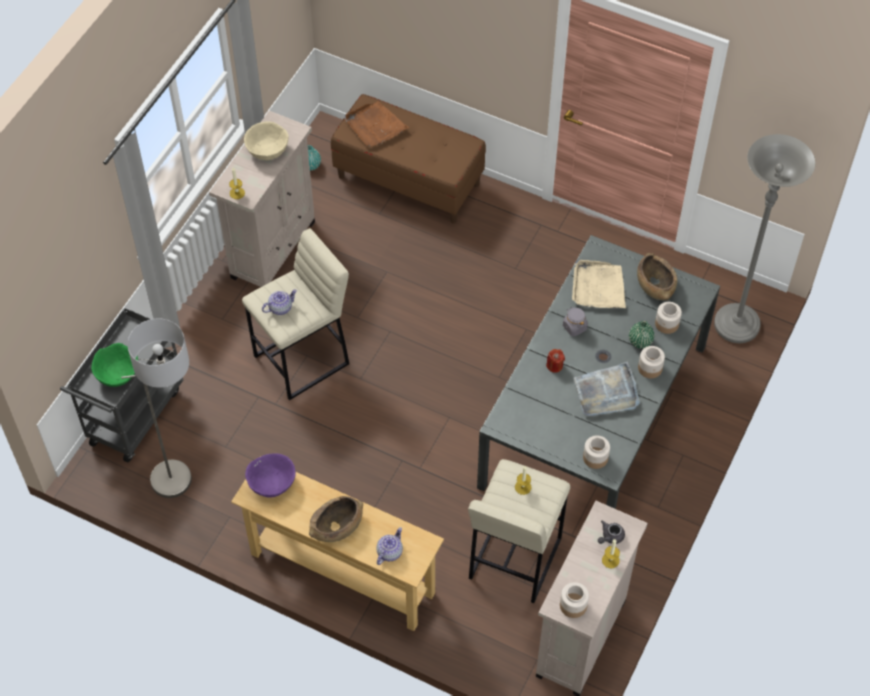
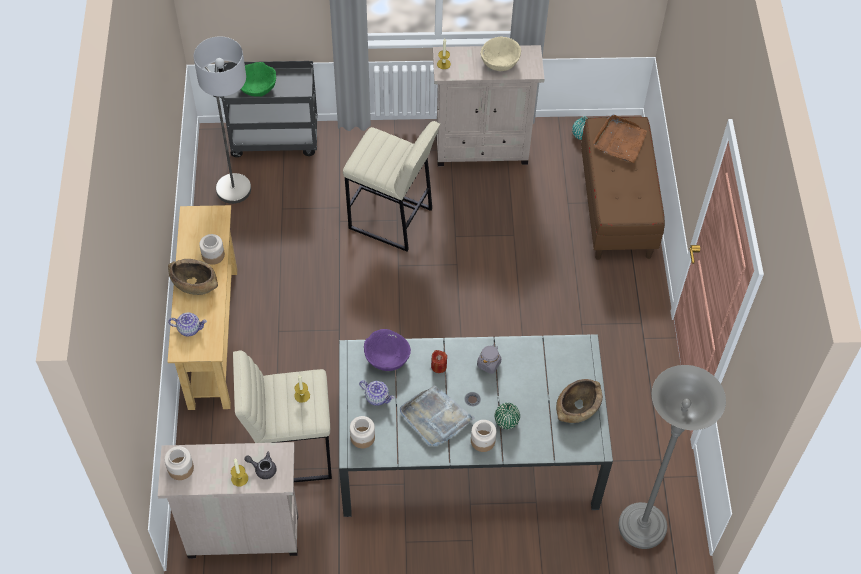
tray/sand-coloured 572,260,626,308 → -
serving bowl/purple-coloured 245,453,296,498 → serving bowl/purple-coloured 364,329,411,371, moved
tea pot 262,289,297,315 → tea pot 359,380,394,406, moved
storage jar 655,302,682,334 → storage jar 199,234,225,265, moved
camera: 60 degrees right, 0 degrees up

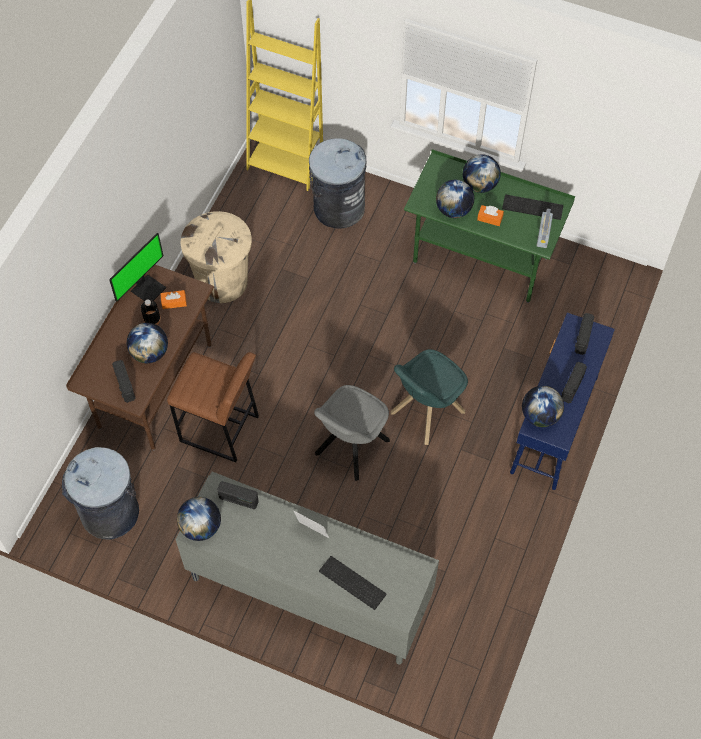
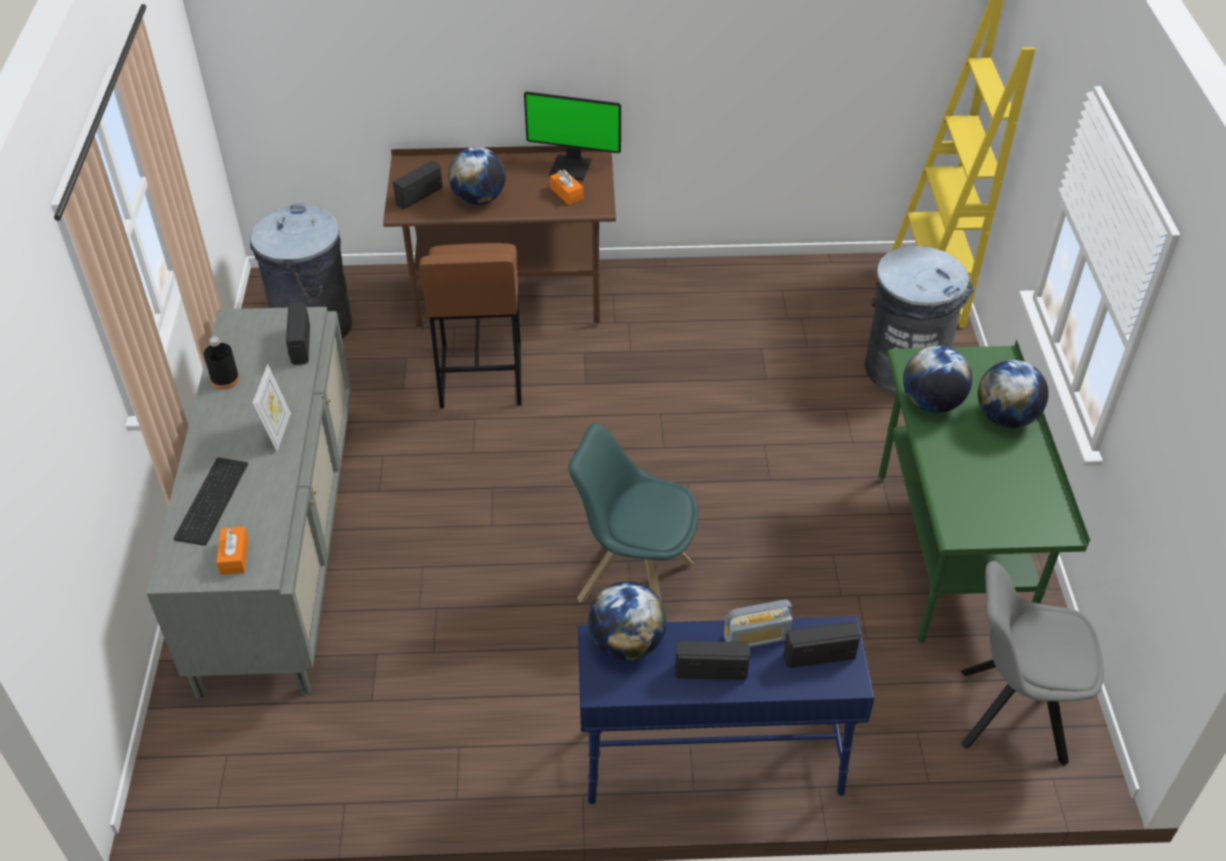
globe 177,497,221,541 → -
rubbish bin/sand-coloured 181,211,252,303 → -
computer keyboard 502,195,564,220 → -
bottle/blackish 141,299,161,325 → bottle/blackish 204,337,240,390, moved
chair/greyish 314,385,390,481 → chair/greyish 961,561,1104,766, moved
box of tissues/orange 477,205,504,226 → box of tissues/orange 216,526,248,575, moved
radio receiver 537,208,553,248 → radio receiver 724,600,793,647, moved
camera: 65 degrees right, 15 degrees down

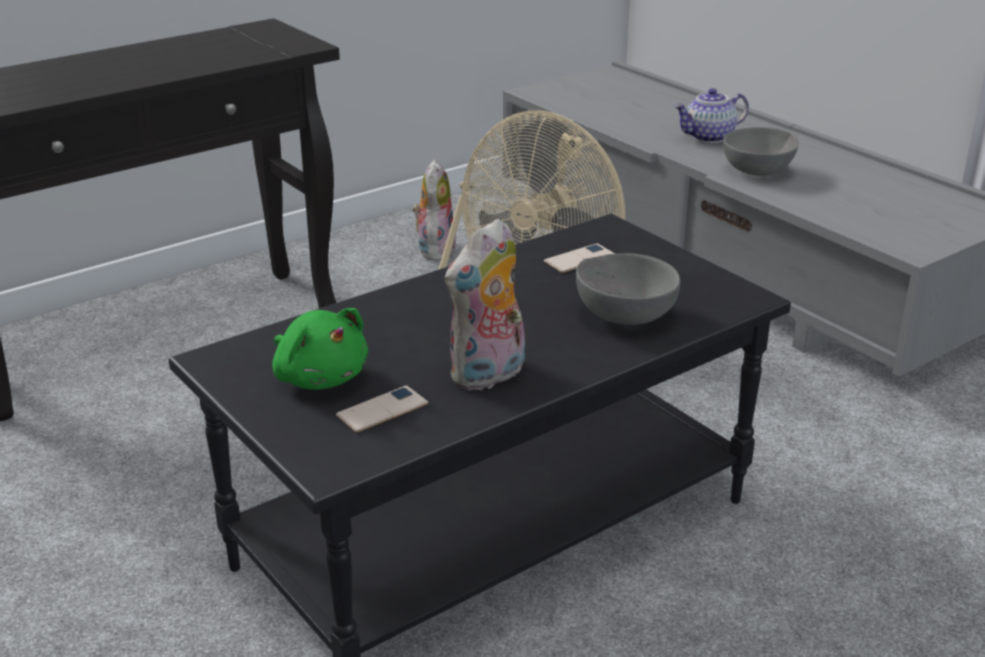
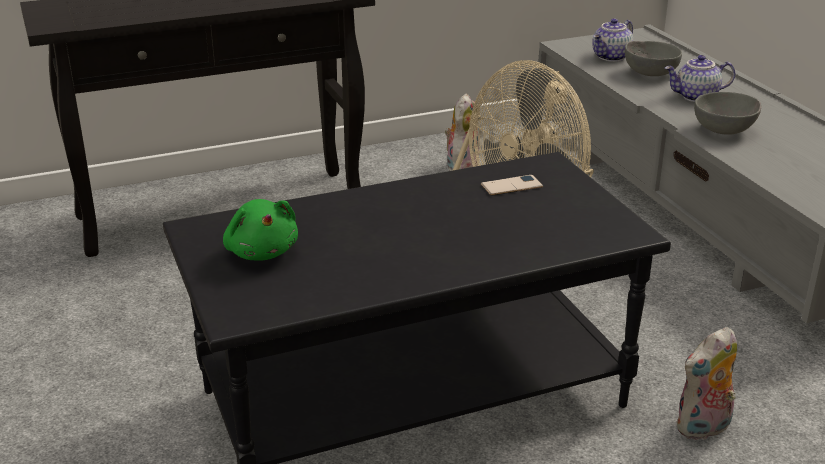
telephone 336,386,429,433 → -
- → tea pot 592,18,633,62
plush toy 445,219,525,391 → plush toy 676,327,737,440, moved
serving bowl/greyish 576,253,680,325 → serving bowl/greyish 625,41,682,76, moved
camera: 15 degrees right, 0 degrees up

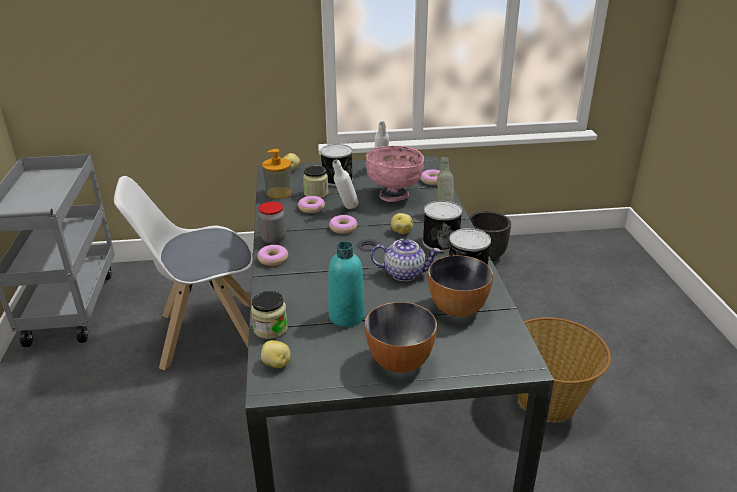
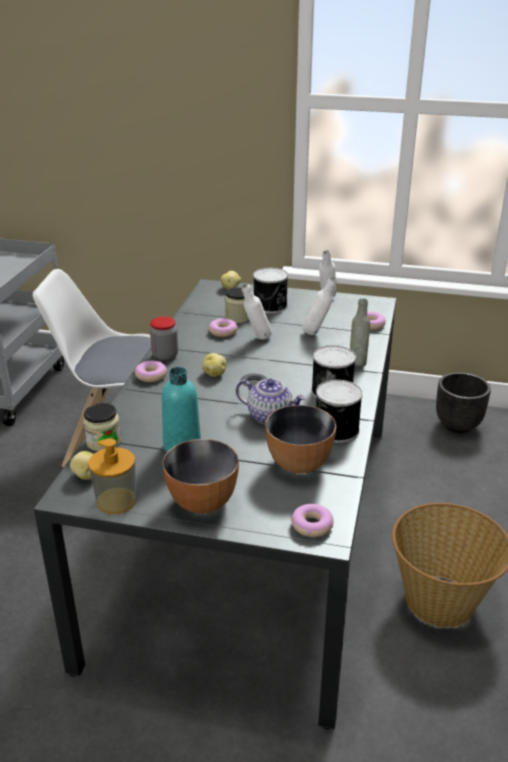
soap bottle 262,149,291,199 → soap bottle 88,439,136,514, moved
ring doughnut 329,215,358,234 → ring doughnut 291,504,334,537, moved
whole potato 391,213,413,234 → whole potato 202,353,227,377, moved
serving bowl/pinkish 366,146,424,202 → bottle/whitish 302,277,337,335
camera: 20 degrees right, 0 degrees up

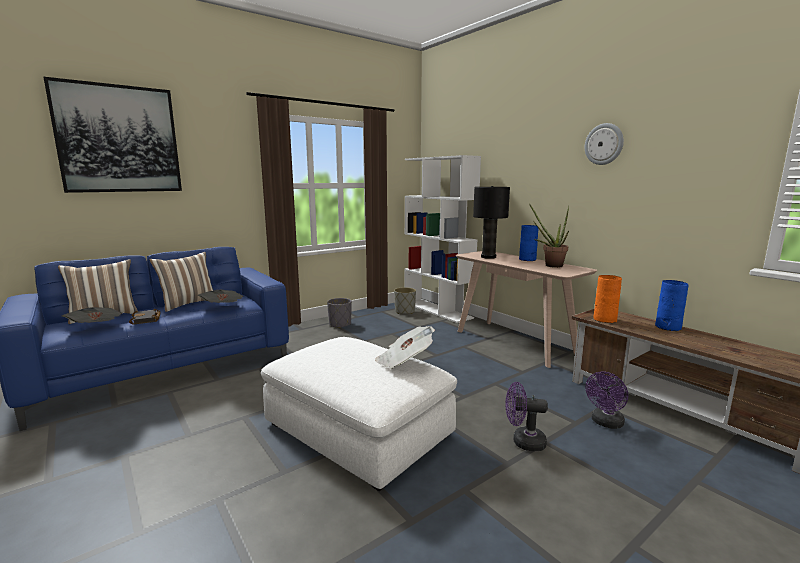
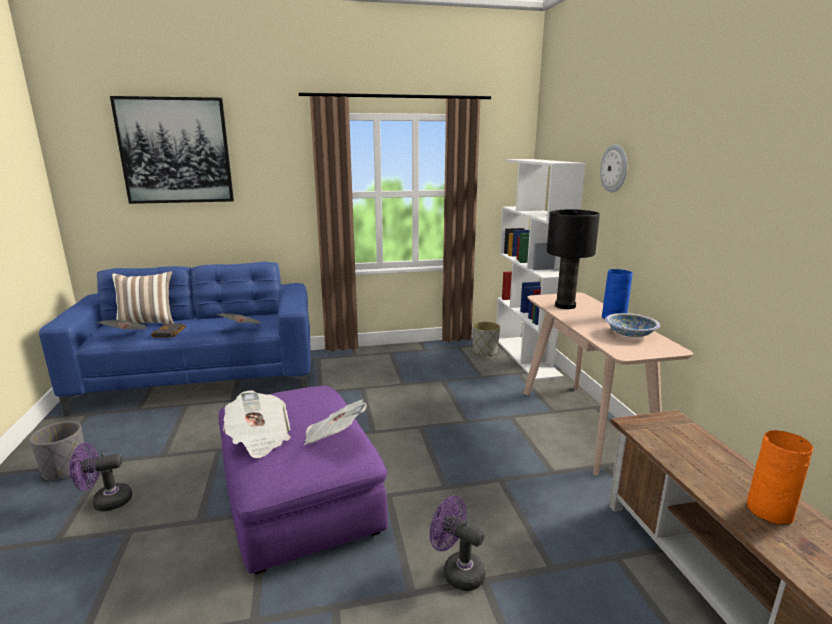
pillow 150,252,213,312 → -
vase/bluish 655,280,688,331 → -
- → daily paper 223,390,291,458
plant pot/greyish 327,298,352,328 → plant pot/greyish 29,421,85,481, moved
hanging clock 585,123,624,165 → hanging clock 600,144,627,193, moved
electric fan/purple-coloured 586,371,628,429 → electric fan/purple-coloured 70,443,132,512, moved
vase/orange 594,275,622,323 → vase/orange 747,430,813,525, moved
plant in a pot 529,203,569,268 → serving bowl 605,313,660,337
footrest/whitish 261,337,457,491 → footrest/purple-coloured 218,386,388,574
camera: 25 degrees right, 5 degrees up

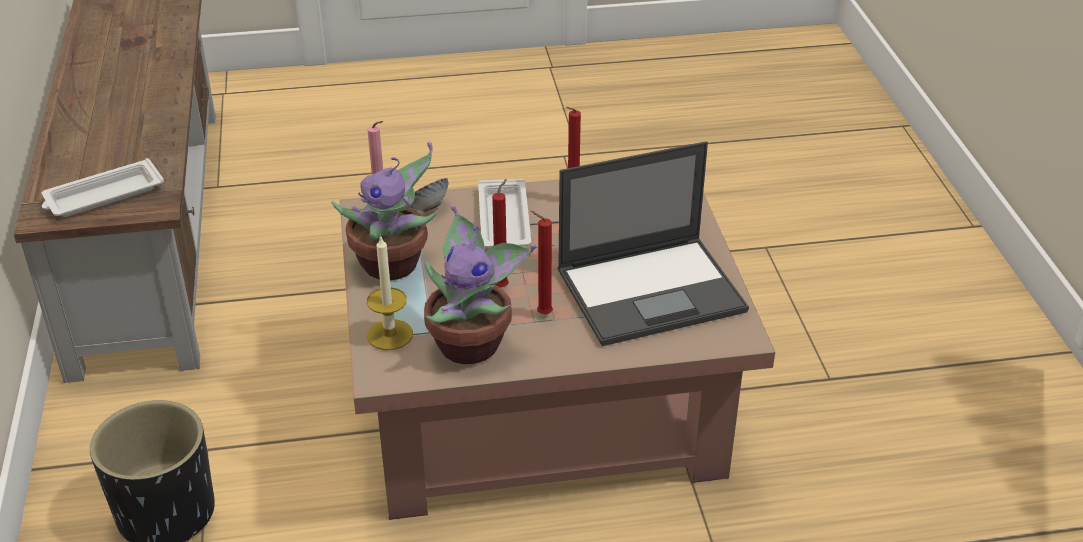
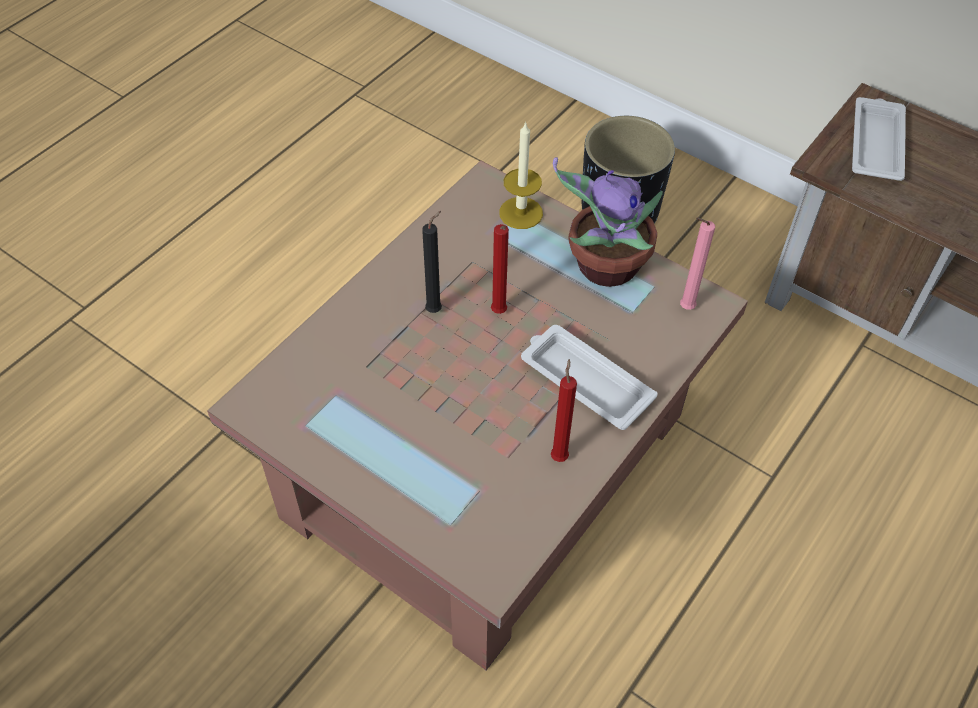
serving bowl 410,178,448,212 → -
plant in a pot 424,205,536,364 → -
notebook computer 557,141,749,346 → -
candle/red-coloured 531,211,553,314 → candle/blackish 422,211,442,313
camera: 135 degrees right, 15 degrees up

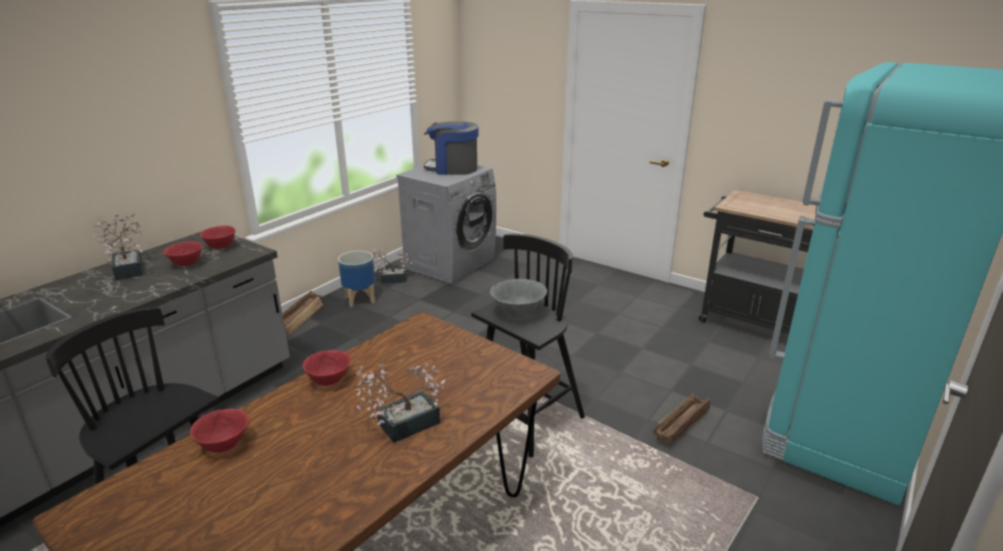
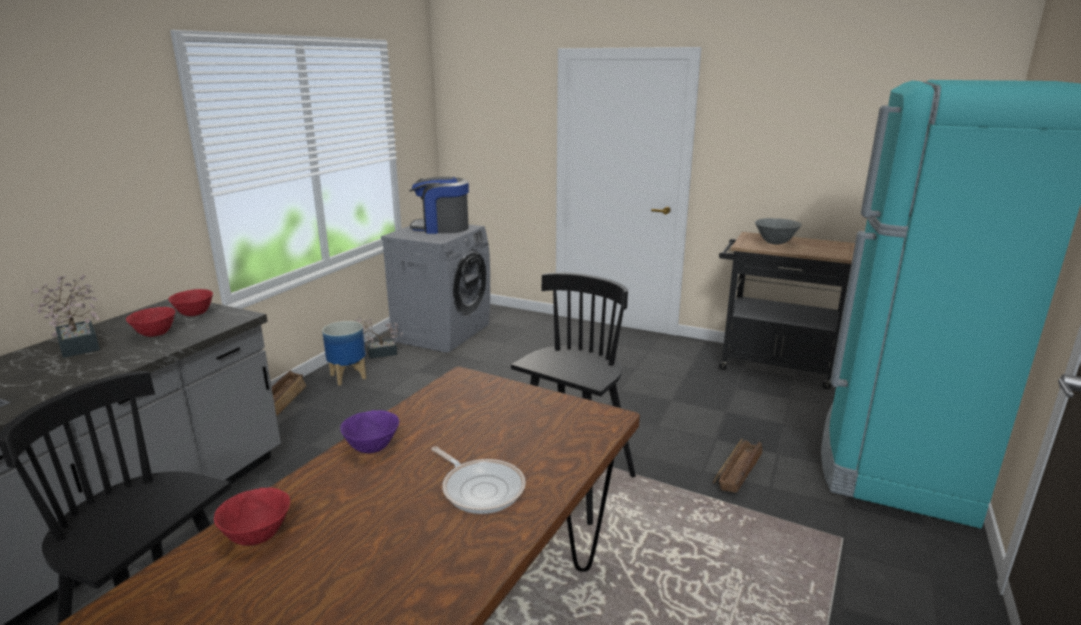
serving bowl/greyish 490,279,547,318 → serving bowl/greyish 755,218,802,245, moved
plant in a pot 356,363,445,443 → pan 431,446,526,514
serving bowl/red-coloured 303,350,351,386 → serving bowl/purple-coloured 340,410,399,453
camera: 10 degrees left, 5 degrees down

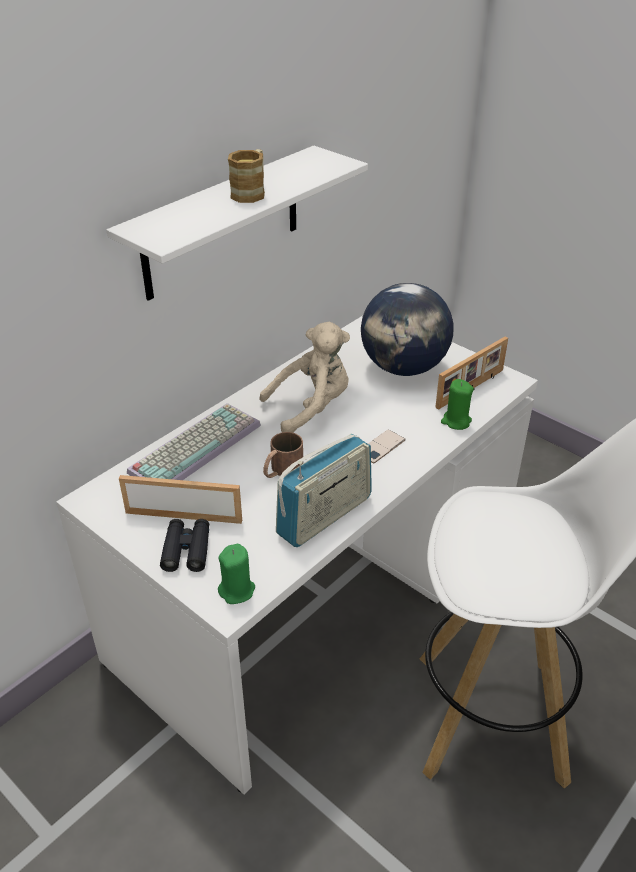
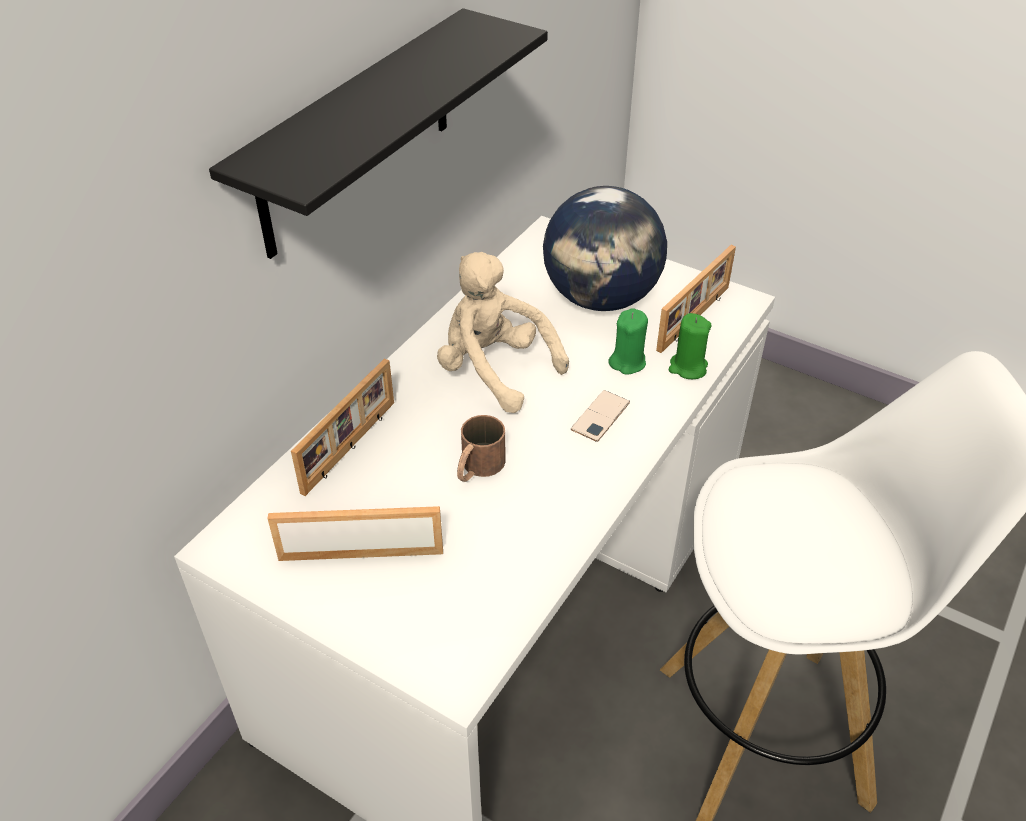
binoculars/blackish 160,519,209,572 → -
mug 228,149,265,203 → -
radio receiver 276,434,372,547 → -
candle/greenish 218,544,255,604 → candle/greenish 608,308,648,374, moved
computer keyboard 127,403,261,480 → photo frame 291,358,394,496
shelf/whitish 107,146,368,301 → shelf/blackish 209,8,548,259
plush toy/sand-coloured 259,322,350,433 → plush toy/sand-coloured 437,252,569,413, 105 degrees counterclockwise
camera: 10 degrees left, 5 degrees up

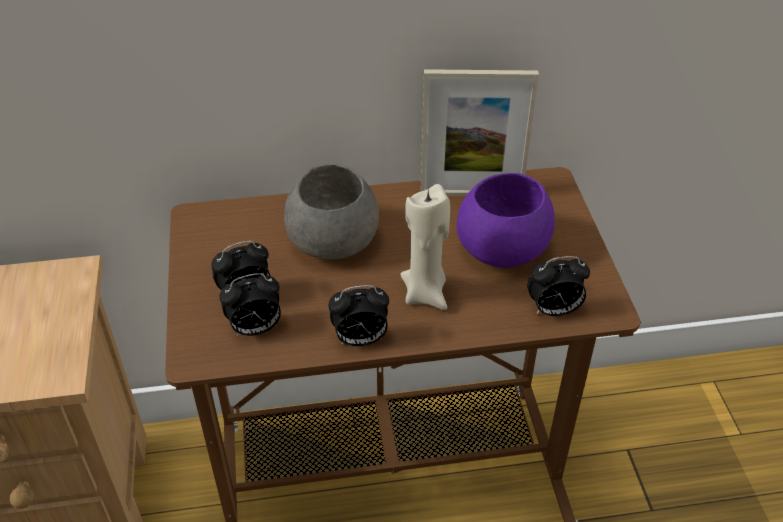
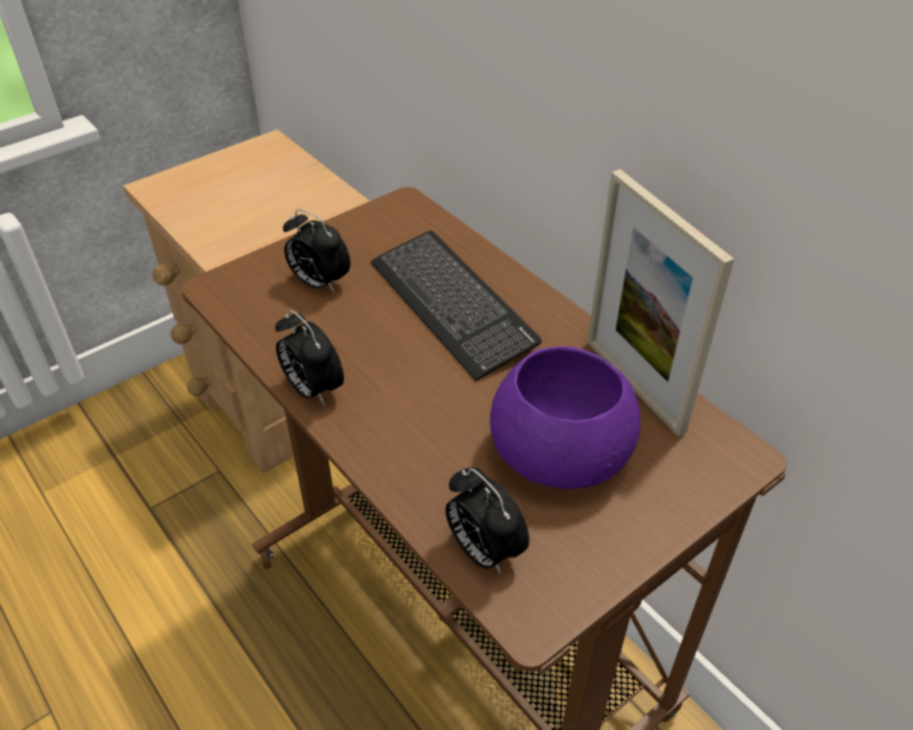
table clock 220,273,281,336 → -
candle/sand-coloured 400,184,450,310 → -
serving bowl/greyish 284,164,379,259 → computer keyboard 371,231,542,381
camera: 60 degrees right, 0 degrees up

